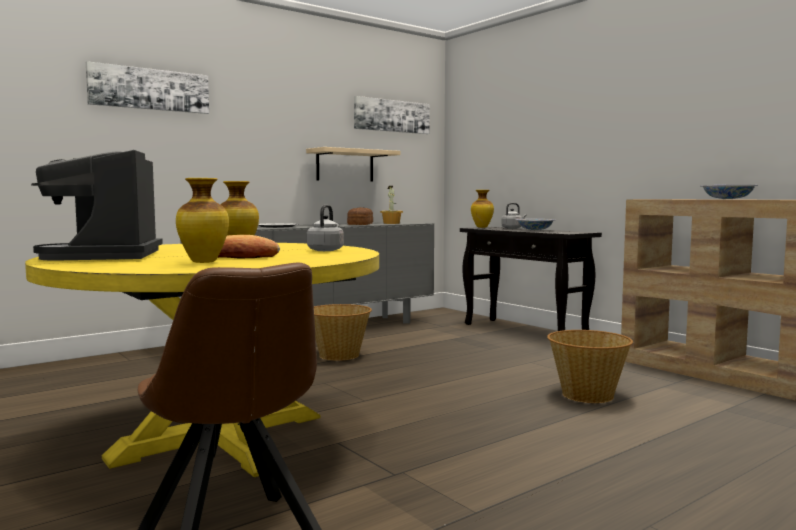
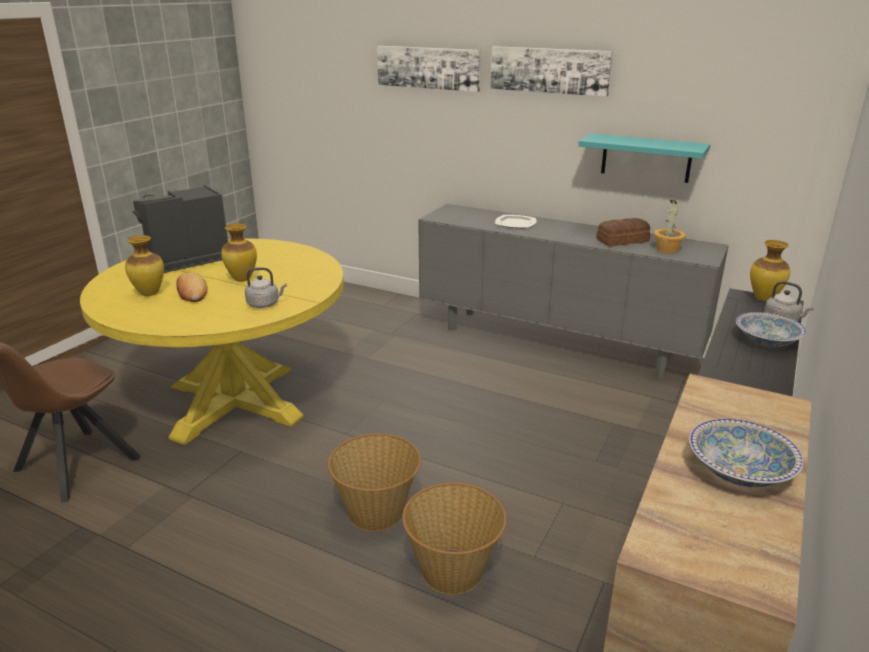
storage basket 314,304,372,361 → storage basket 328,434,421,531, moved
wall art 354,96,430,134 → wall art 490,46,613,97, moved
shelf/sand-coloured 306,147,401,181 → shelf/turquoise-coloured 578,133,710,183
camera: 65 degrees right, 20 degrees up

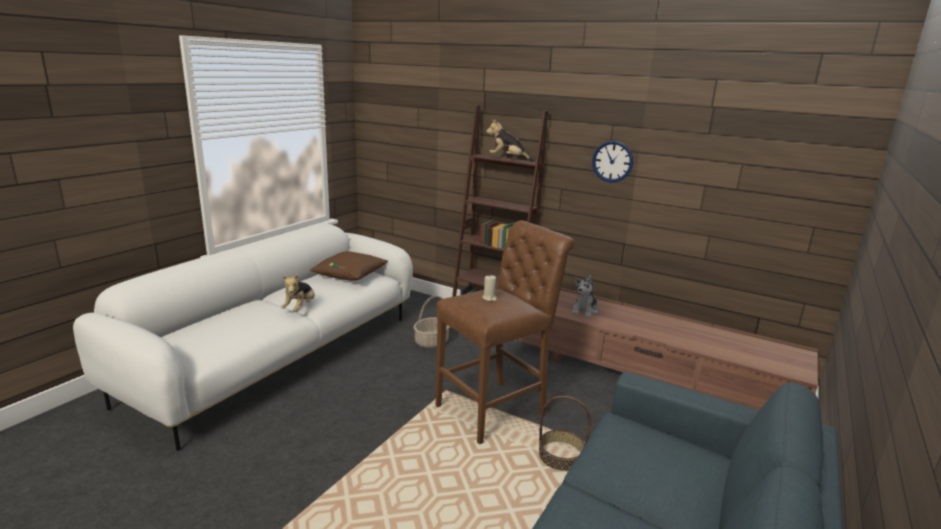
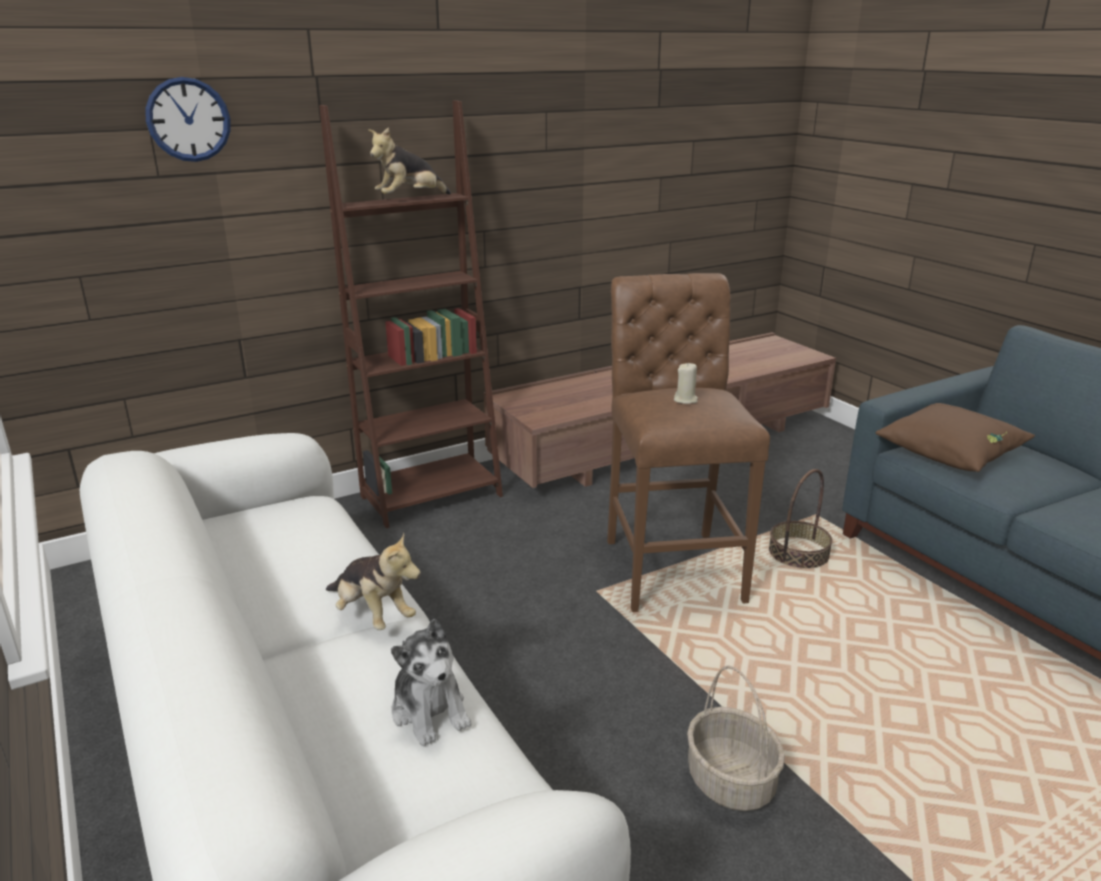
pillow/brown-coloured 310,251,388,281 → pillow/brown-coloured 875,403,1035,472, moved
storage basket 414,295,450,349 → storage basket 687,665,785,811, moved
plush toy 572,275,598,318 → plush toy 391,618,471,746, moved
hanging clock 592,141,633,182 → hanging clock 145,77,231,162, moved
camera: 60 degrees left, 5 degrees up

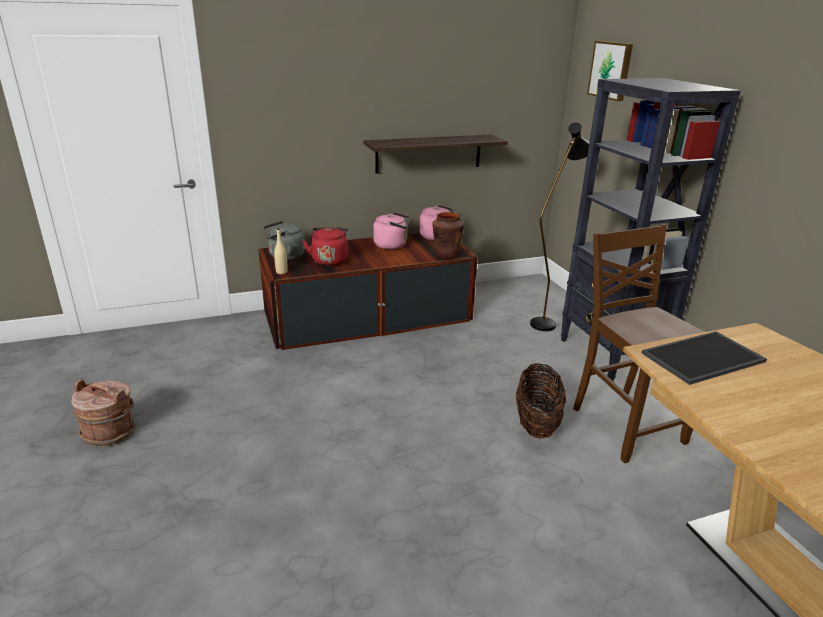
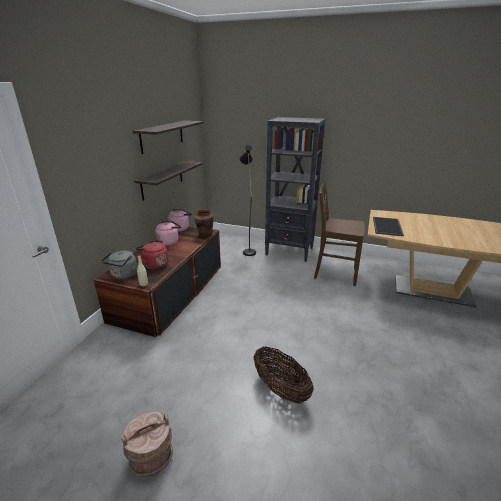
wall art 587,41,633,101 → -
- → shelf 133,121,204,154
storage basket 516,363,566,439 → storage basket 254,347,314,404, moved
camera: 50 degrees left, 0 degrees up

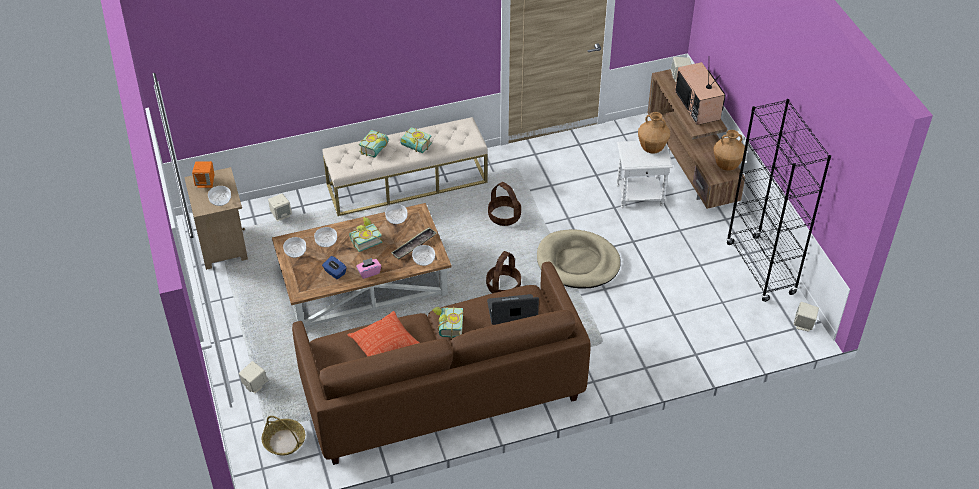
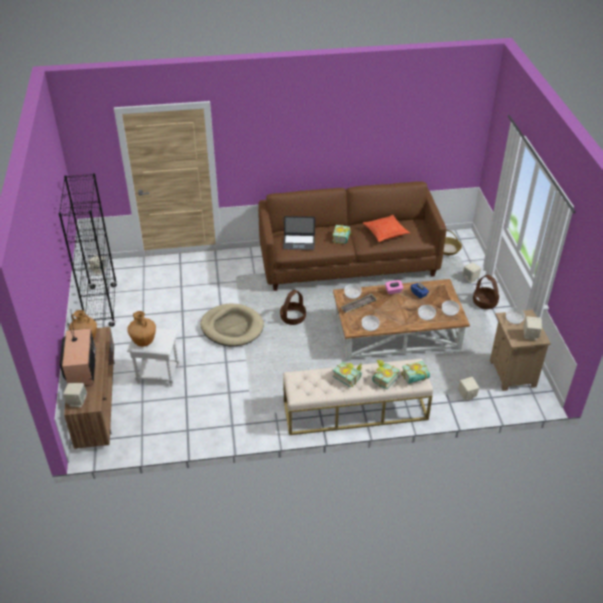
bound book 349,217,382,252 → bound book 401,361,430,384, moved
storage basket 488,182,521,226 → storage basket 473,275,499,309, moved
audio speaker/orange 192,161,214,188 → audio speaker/sand-coloured 523,316,542,341
camera: 170 degrees left, 5 degrees down

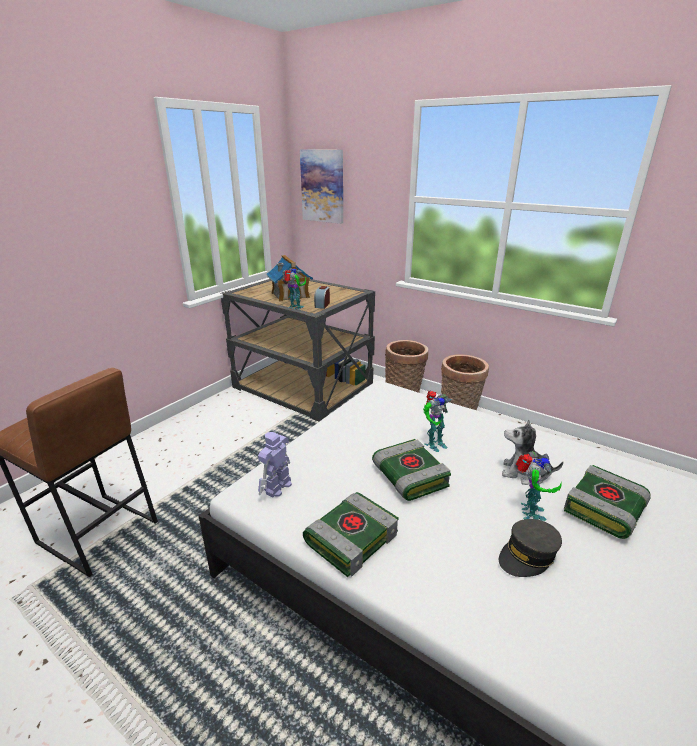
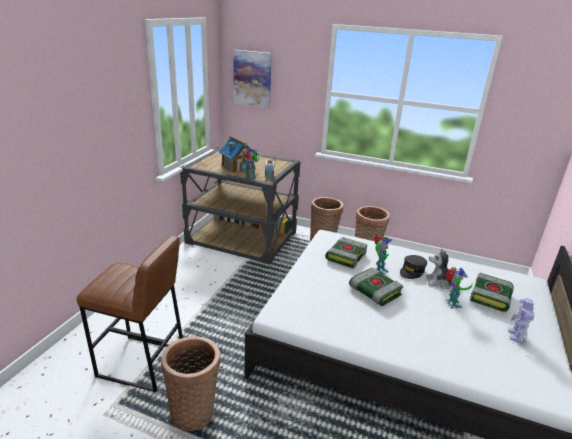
- → storage basket 161,337,221,431
toy robot 258,432,292,497 → toy robot 508,298,534,344, moved
bound book 303,492,399,577 → bound book 325,237,367,268, moved
cap/greyish 499,519,562,577 → cap/greyish 400,255,427,279, moved
camera: 15 degrees left, 0 degrees up

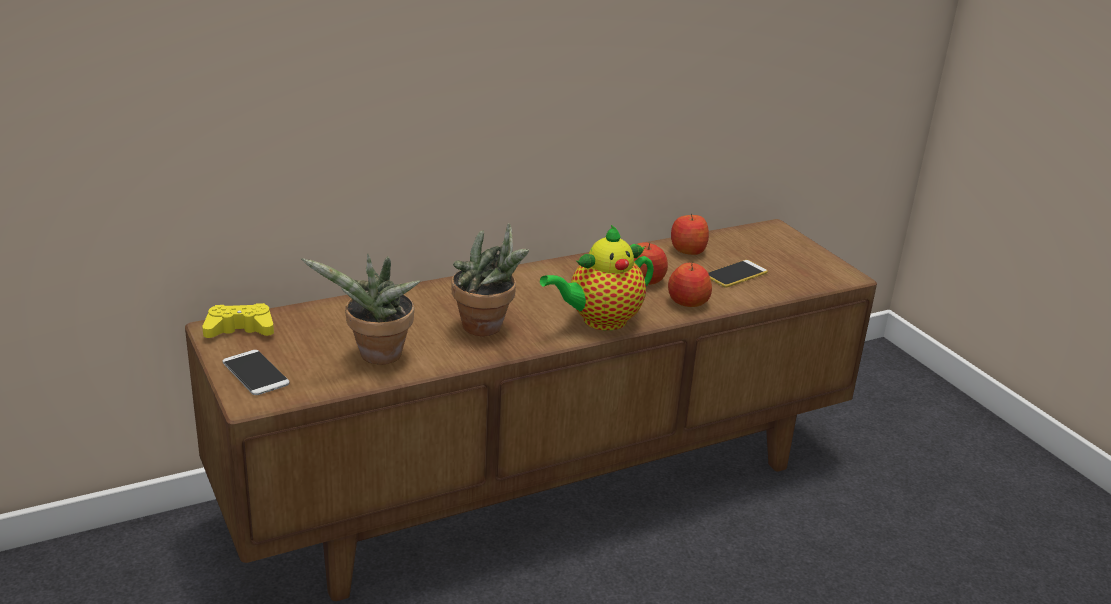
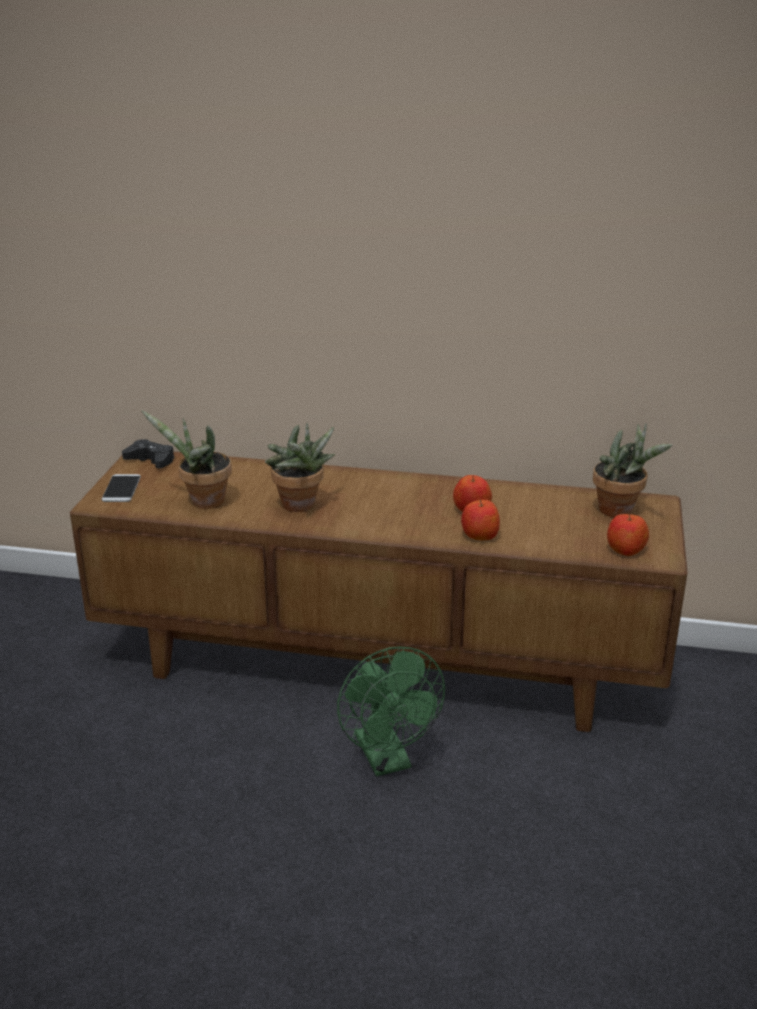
tea pot 540,225,654,331 → -
telephone 708,260,768,288 → -
- → electric fan/greenish 337,646,445,776
- → plant in a pot 593,423,672,517
apple 671,213,709,255 → apple 607,513,649,556, moved
gamepad/yellowish 202,303,274,338 → gamepad/blackish 122,439,174,468
camera: 40 degrees right, 0 degrees up

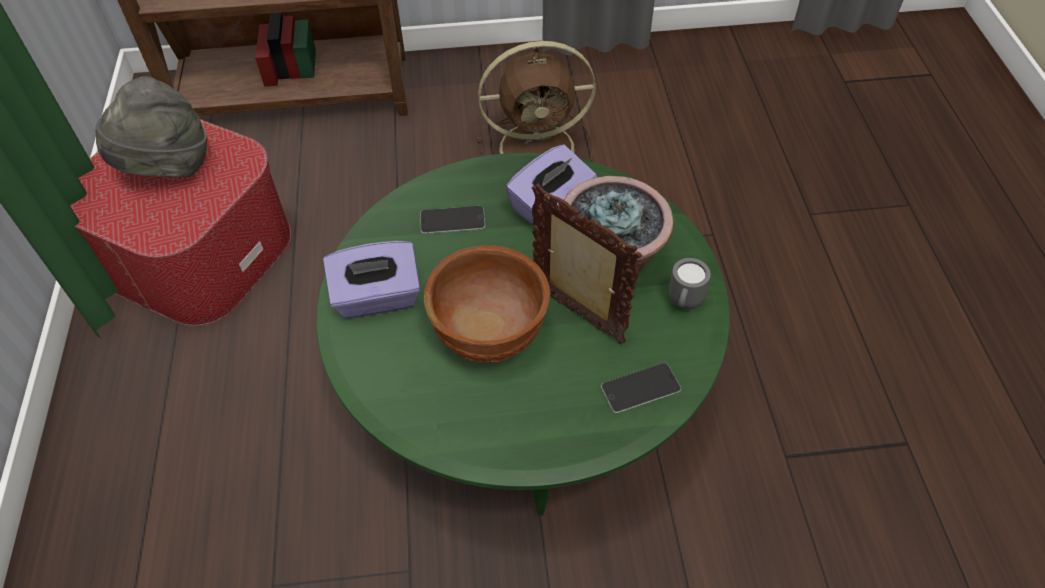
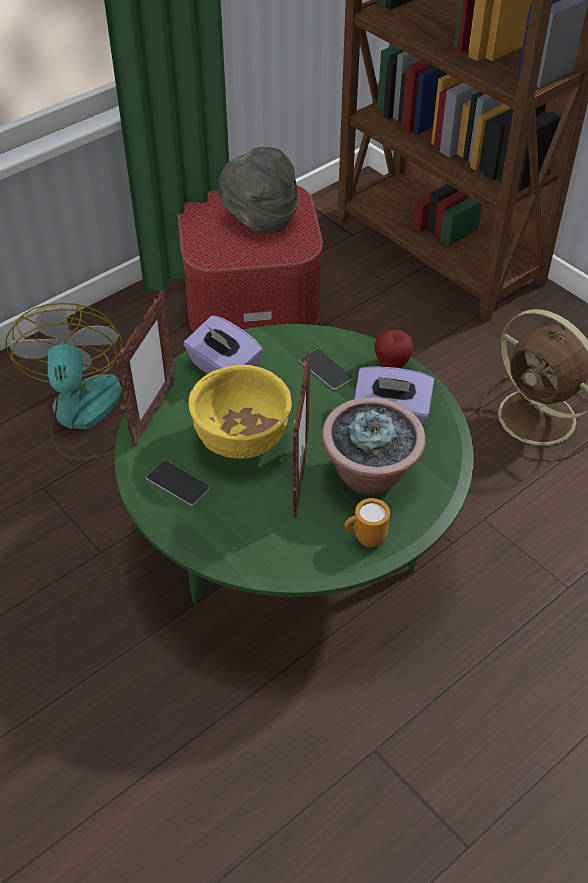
- → electric fan 5,303,125,460
- → photo frame 116,291,175,446
- → apple 374,329,414,369
telephone 601,363,681,413 → telephone 146,460,210,505, moved
serving bowl/brown-coloured 424,246,550,363 → serving bowl/yellowish 189,365,292,459
mug/greyish 669,258,711,309 → mug/orange 345,498,390,547
camera: 55 degrees right, 5 degrees down

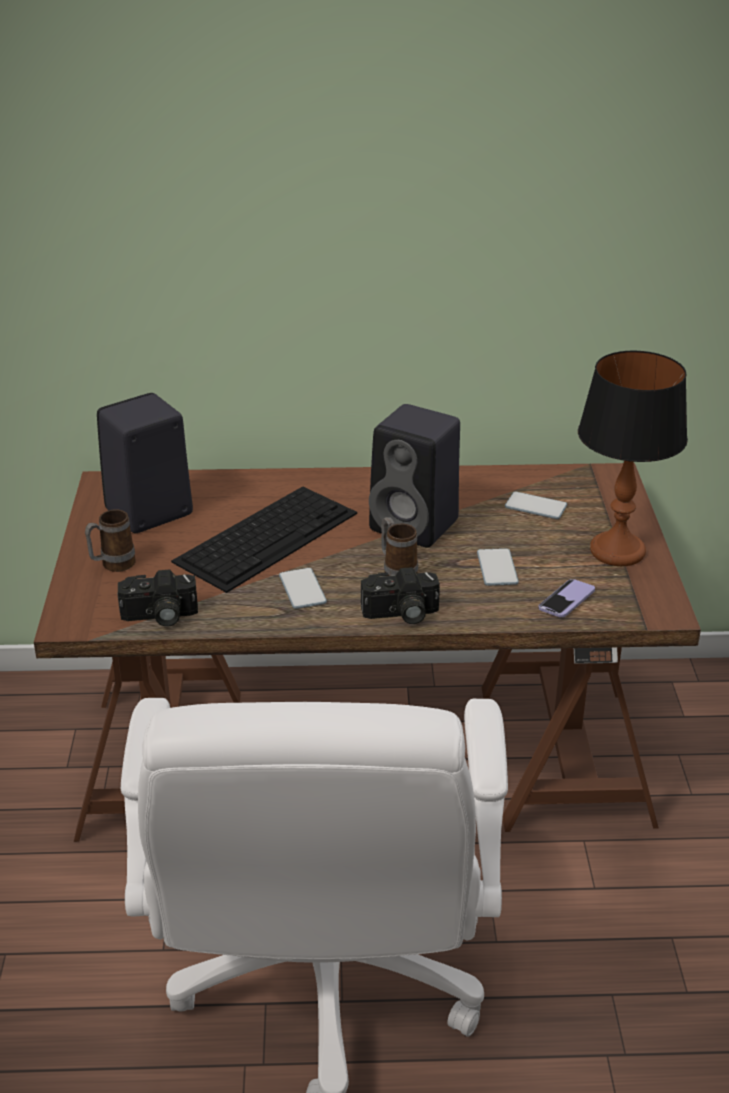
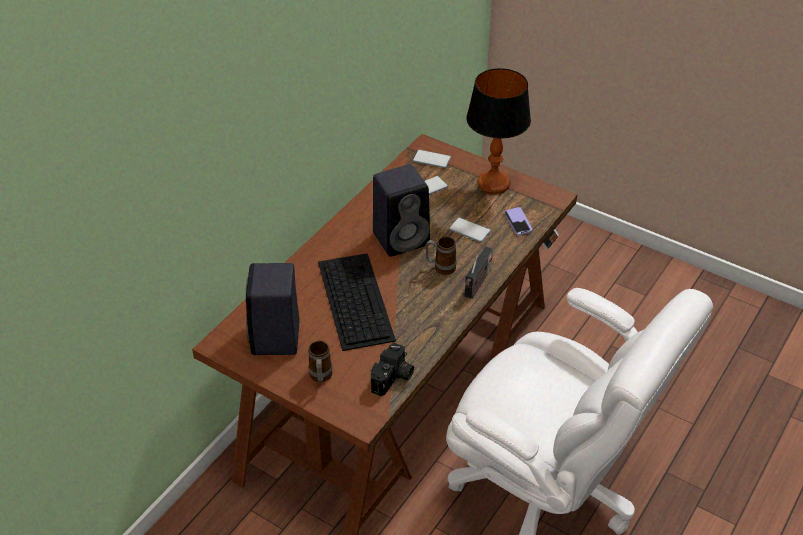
telephone 279,568,327,609 → telephone 413,150,451,168, moved
photo camera 361,567,440,624 → radio receiver 464,246,493,299
camera: 55 degrees left, 10 degrees up

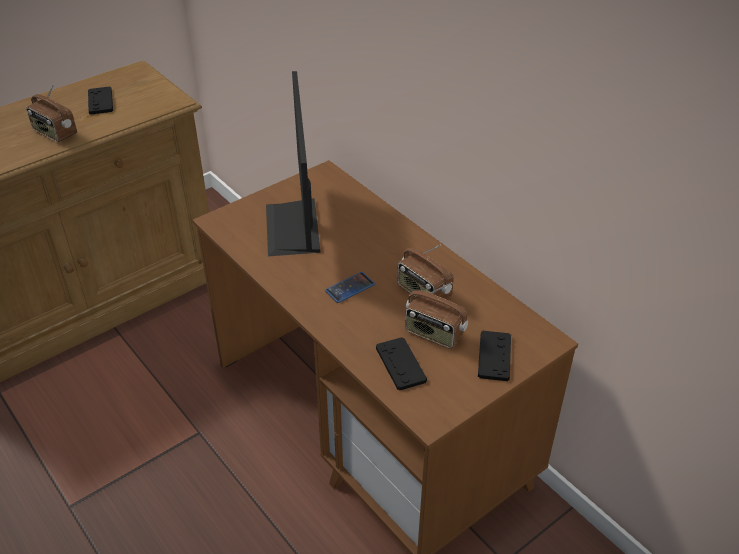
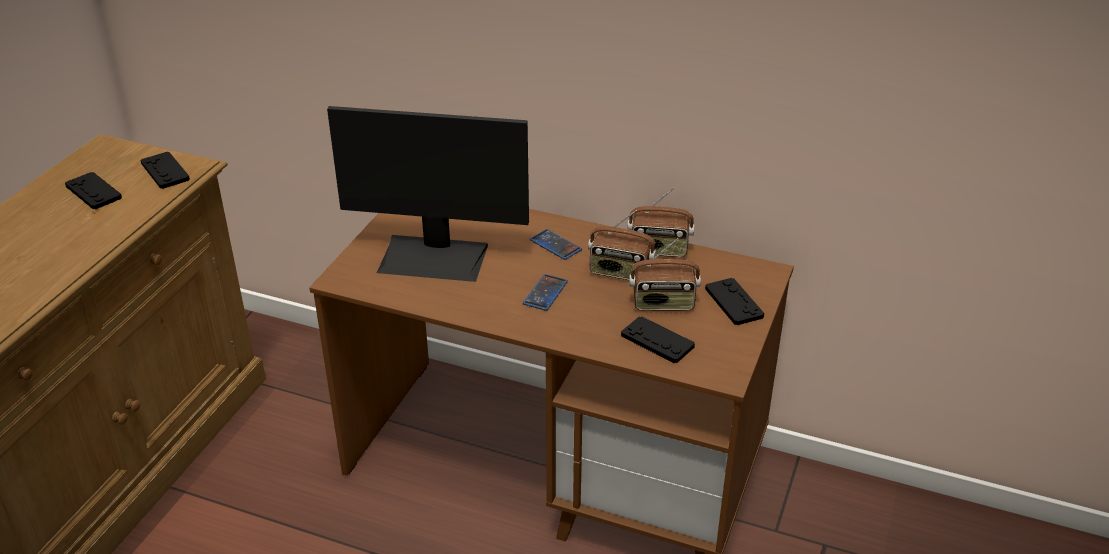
- → gamepad/blackish 141,152,190,189
- → telephone 530,229,582,260
radio receiver 26,85,77,143 → radio receiver 627,188,694,257, moved
monitor 266,71,320,256 → monitor 327,106,529,282, 45 degrees counterclockwise
camera: 30 degrees left, 5 degrees down

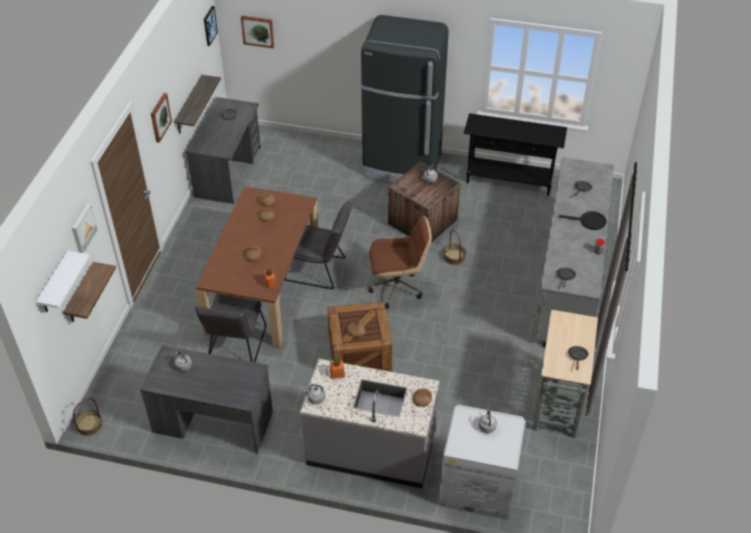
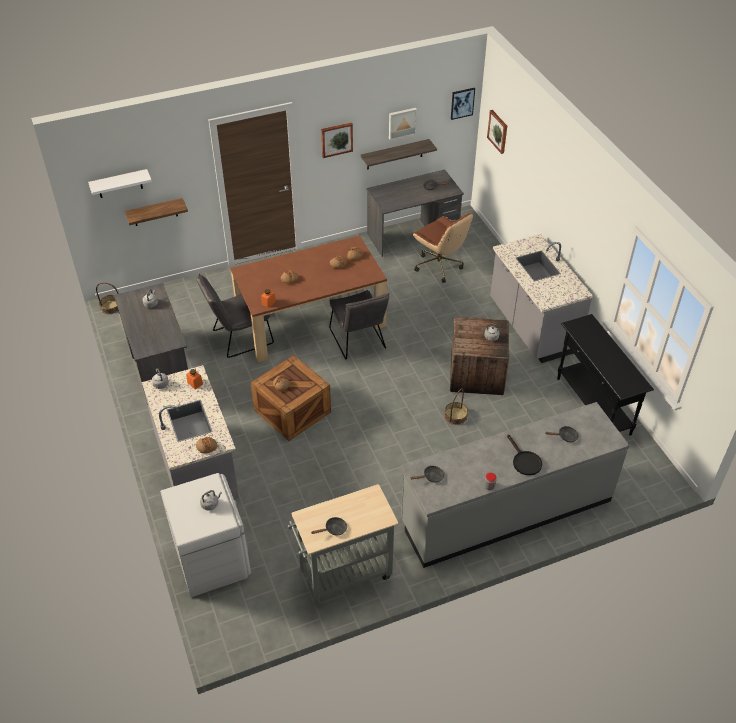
wall art 72,203,98,253 → wall art 389,108,417,140, moved
computer chair/brown-coloured 368,216,432,309 → computer chair/brown-coloured 413,213,473,283, moved
refrigerator/blackish 361,15,449,183 → kitchen base unit/greyish 490,234,593,363
camera: 55 degrees right, 0 degrees up

